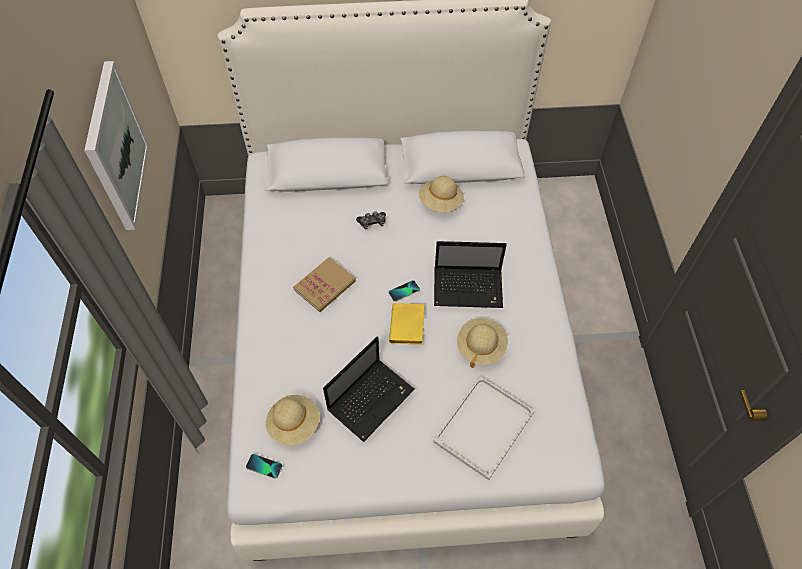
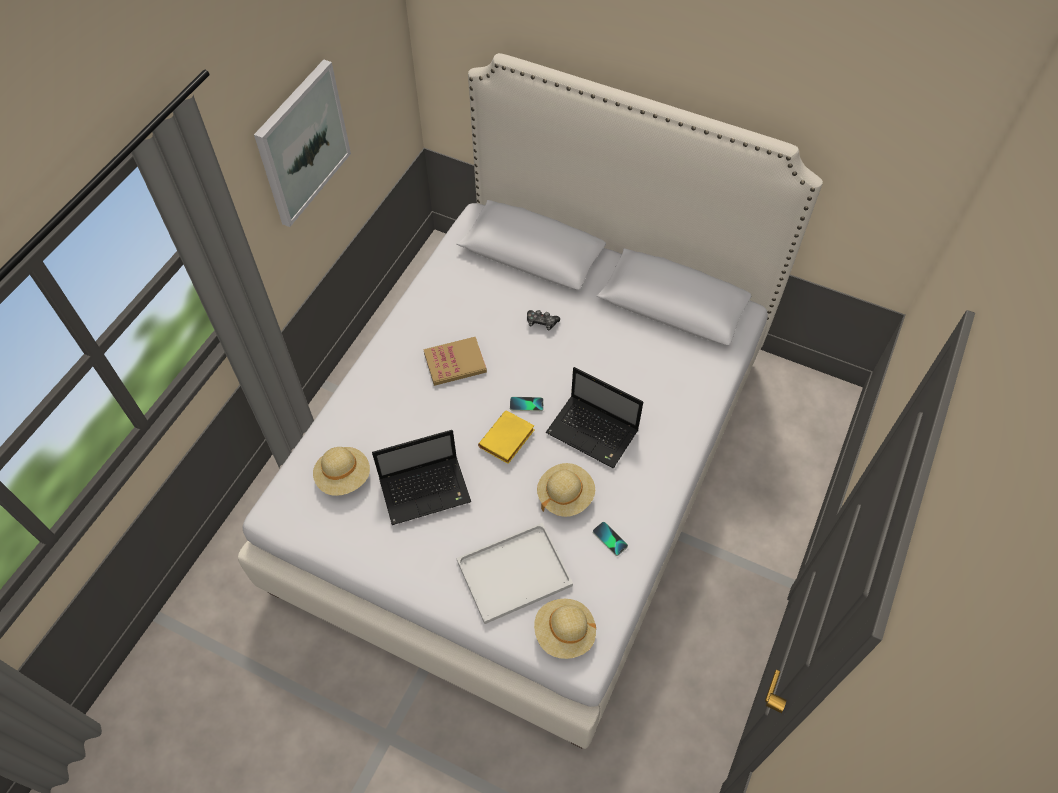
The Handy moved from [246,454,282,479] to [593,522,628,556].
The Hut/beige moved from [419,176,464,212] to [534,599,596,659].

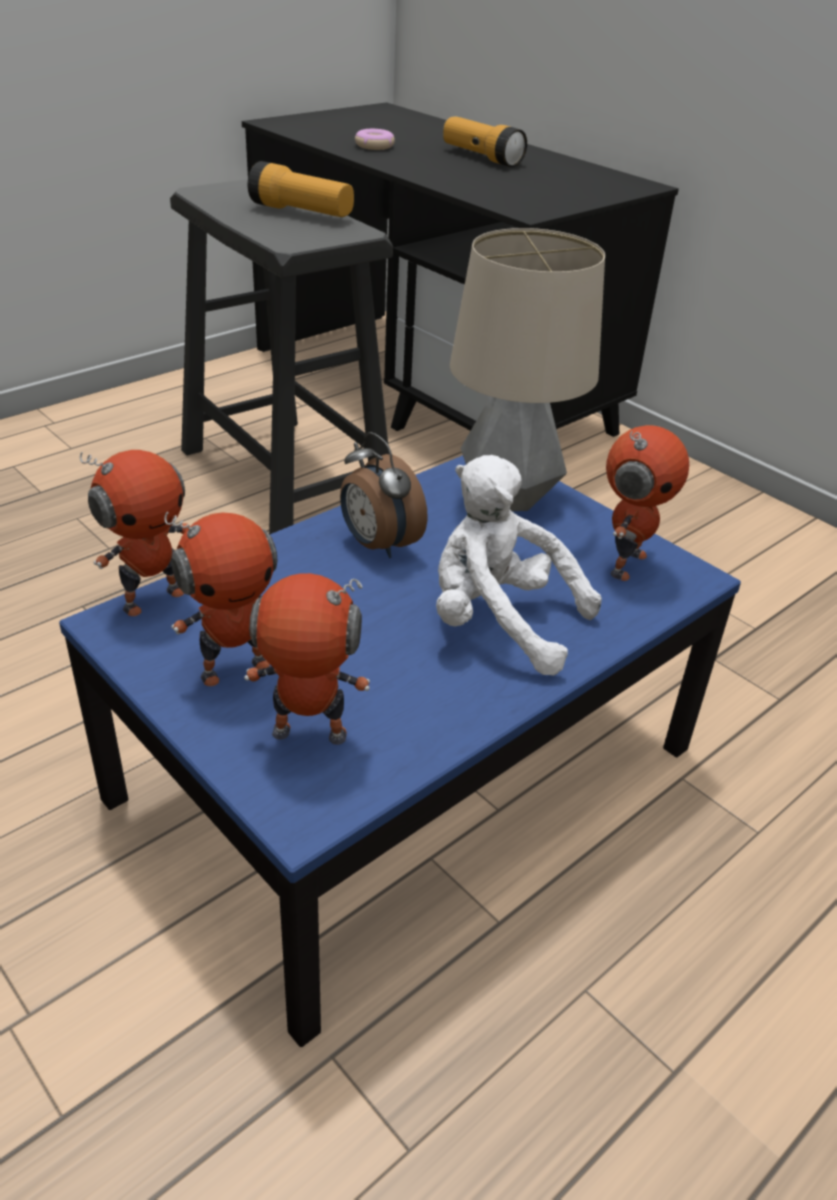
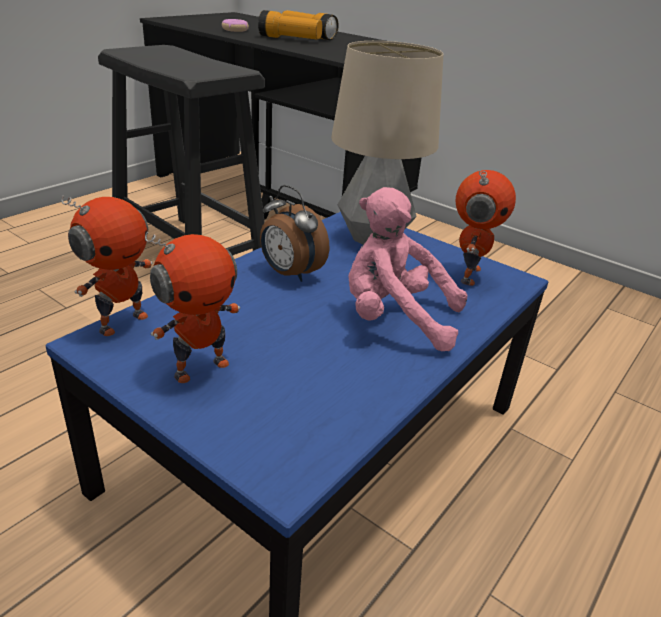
The Spielzeugroboter at [244,573,370,745] disappeared.
The Taschenlampe moved from [248,161,354,217] to [258,10,322,39].
The Plüschtier/weiß at [436,455,602,675] became the Plüschtier/rosa at [348,187,468,351].

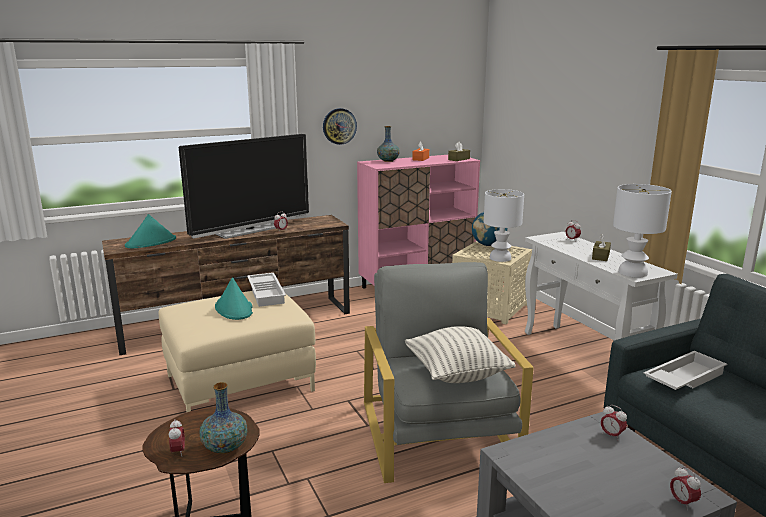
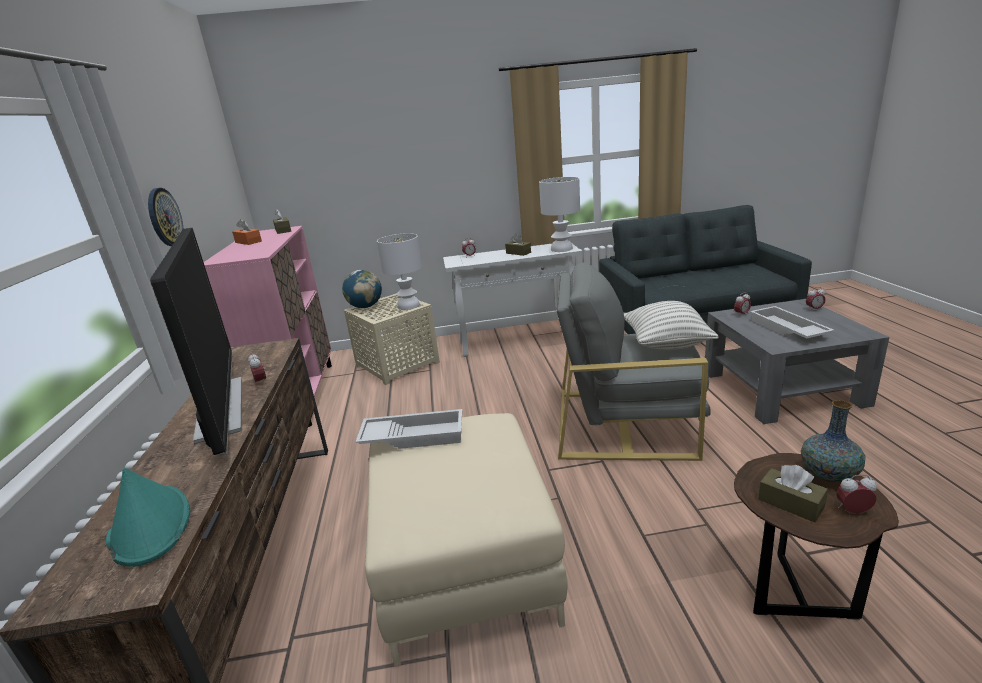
The Hut/türkis at [215,277,253,320] disappeared.
The Vase at [377,126,400,162] disappeared.
The Taschentuchbox/braun at [758,465,828,522] appeared.
The Tablett/weiß moved from [644,351,727,390] to [750,306,835,338].

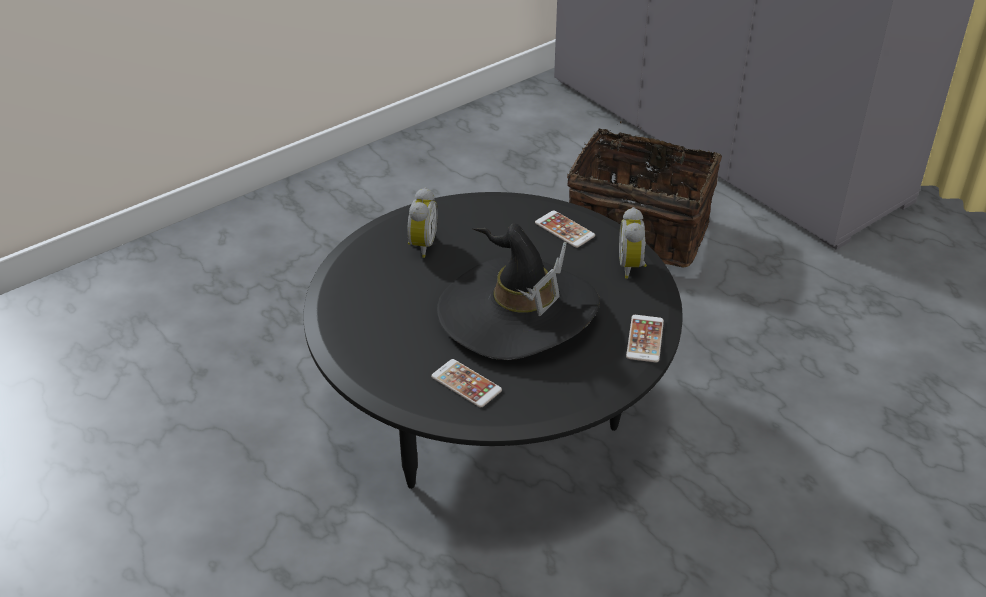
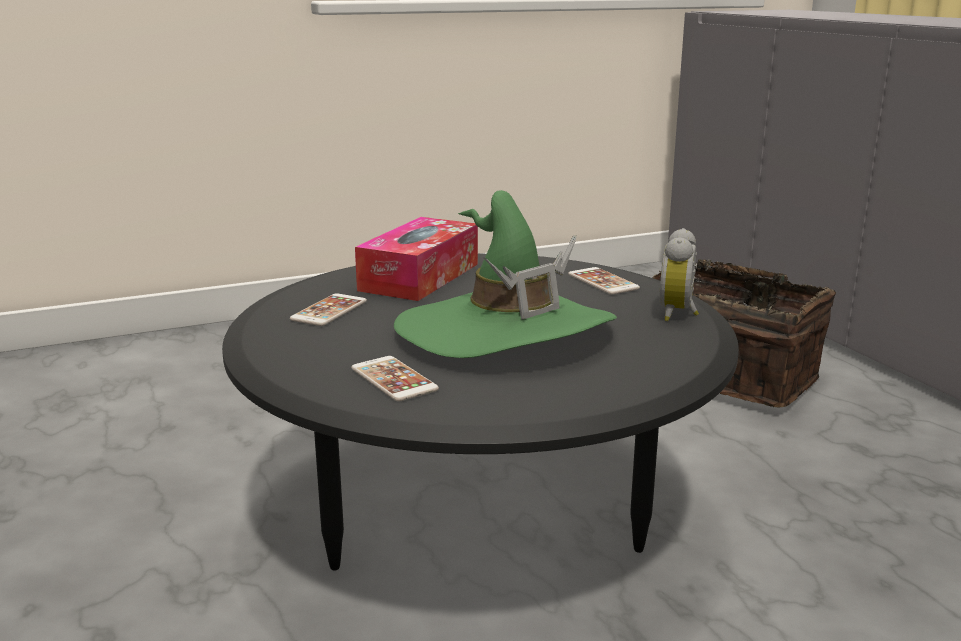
The Handy moved from [626,315,664,362] to [290,293,367,326].
The Wecker at [407,188,438,258] was replaced by the Taschentuchbox at [355,217,478,301].
The Hut/schwarz at [437,224,600,360] became the Hut/grün at [394,190,617,358].

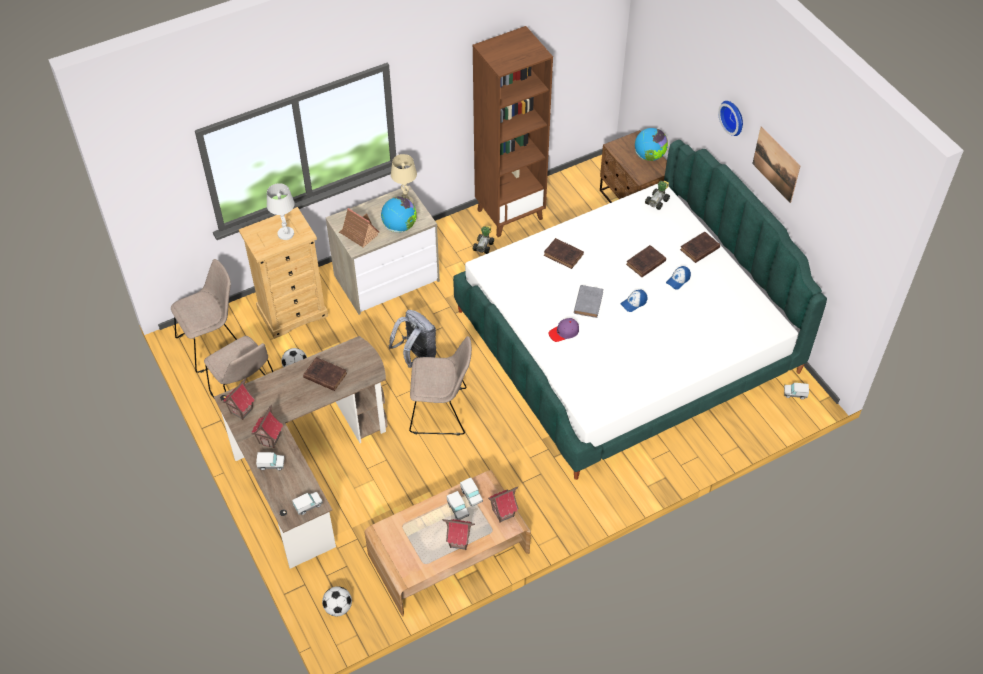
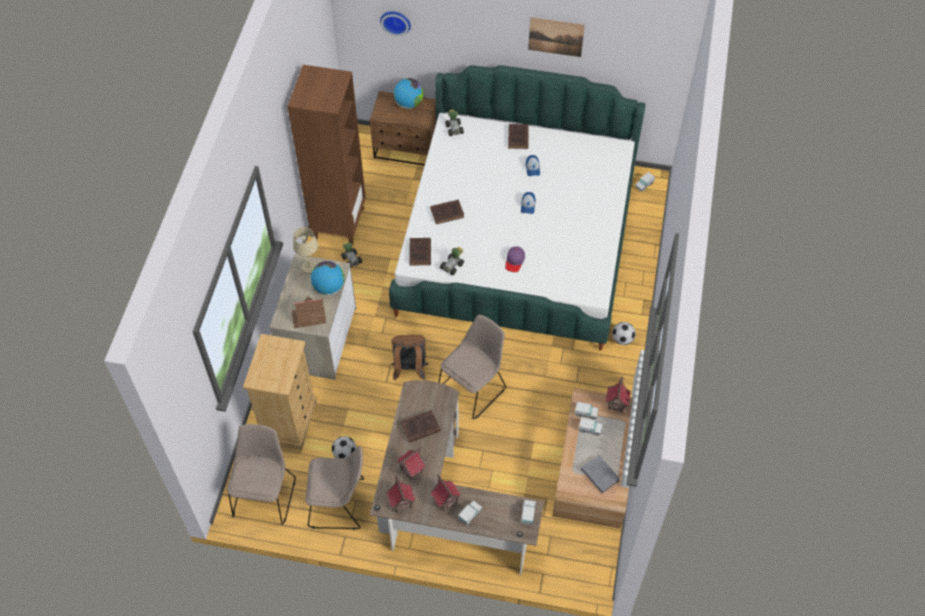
The Tischlampe/weiß at [267,183,295,240] disappeared.
The Spielzeugauto at [440,247,464,275] appeared.
The Fußball moved from [322,586,352,616] to [612,322,636,345].
The Spielzeughaus moved from [442,519,475,550] to [396,446,426,480].
The Buch/grau moved from [574,285,603,318] to [581,455,620,494].
The Buch/braun moved from [626,245,666,277] to [409,238,431,265].
The Wanduhr moved from [718,101,743,136] to [380,11,411,36].
The Rucksack/grau at [389,310,436,368] became the Rucksack/braun at [390,335,428,380].

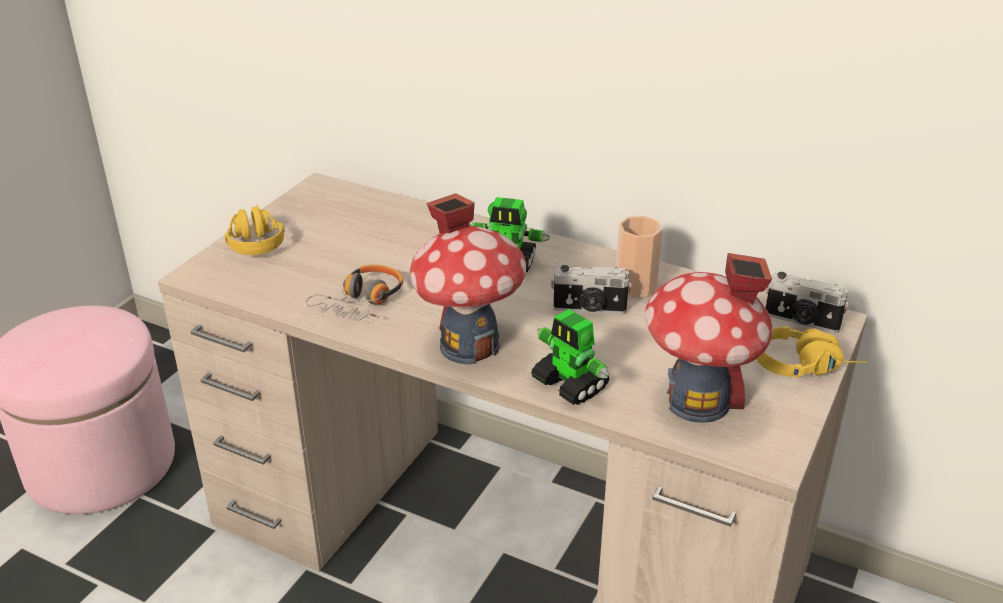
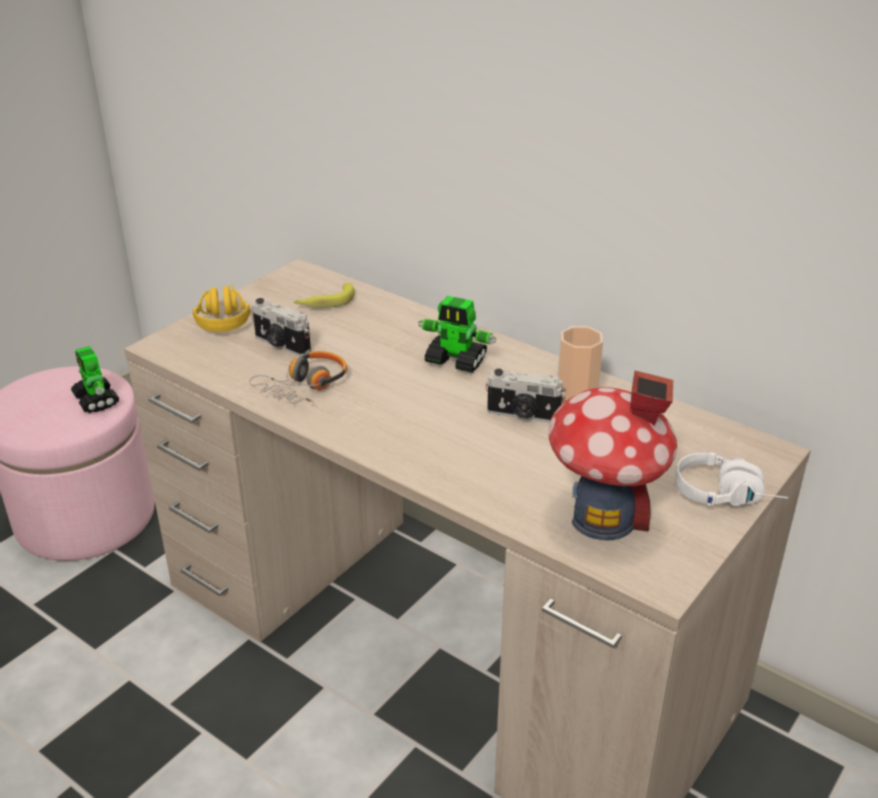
The Spielzeughaus at [410,193,526,364] disappeared.
The Banane at [294,283,355,308] appeared.
The Spielzeugroboter moved from [531,309,609,405] to [71,346,119,413].
The Kamera moved from [766,272,849,333] to [252,298,311,357].
The Kopfhörer/gelb at [757,327,867,378] became the Kopfhörer/weiß at [675,452,788,506].

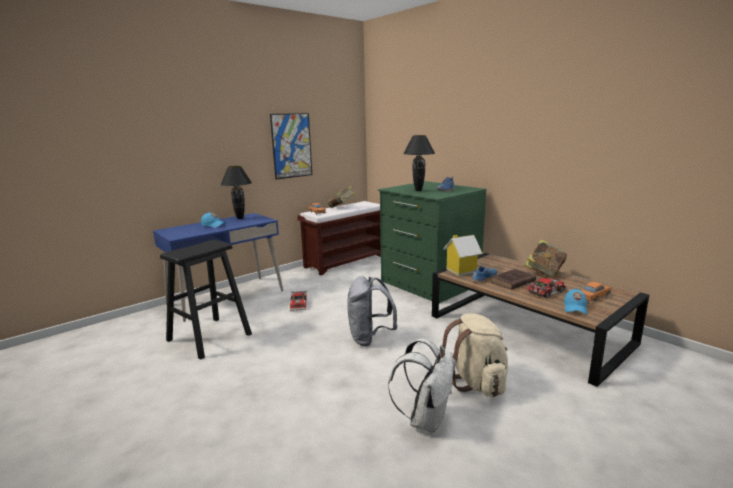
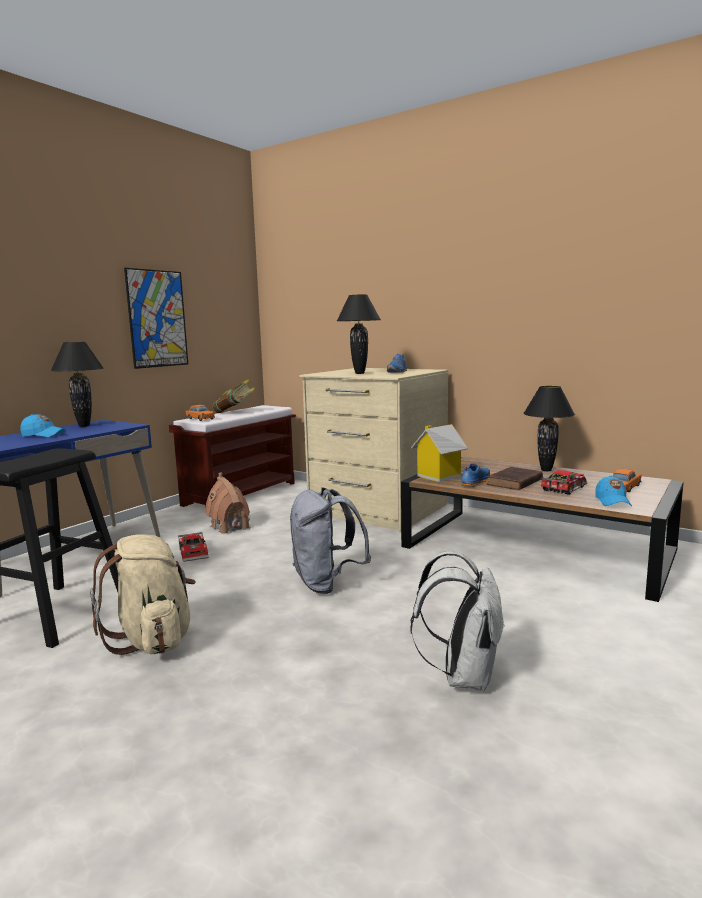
The Spielzeughaus at [205,473,251,534] appeared.
The Rucksack/beige moved from [440,314,508,397] to [90,534,196,655].
The Buch at [524,239,567,278] was replaced by the Tischlampe/schwarz at [523,386,575,471].
The Kommode/grün at [378,181,486,303] became the Kommode/beige at [299,368,448,532].

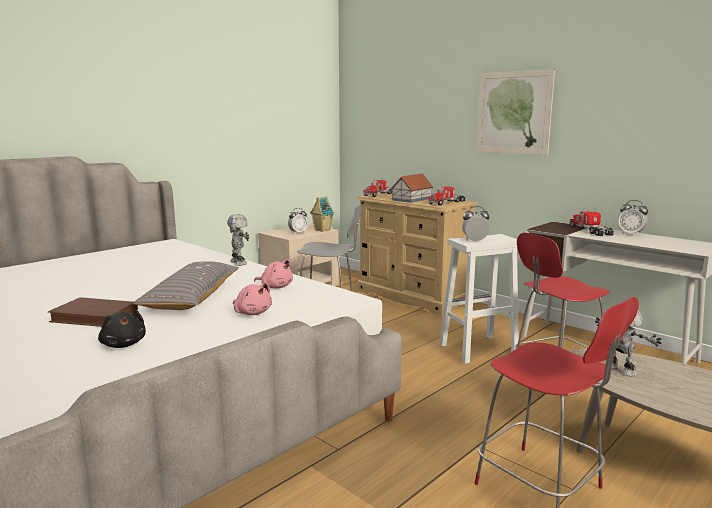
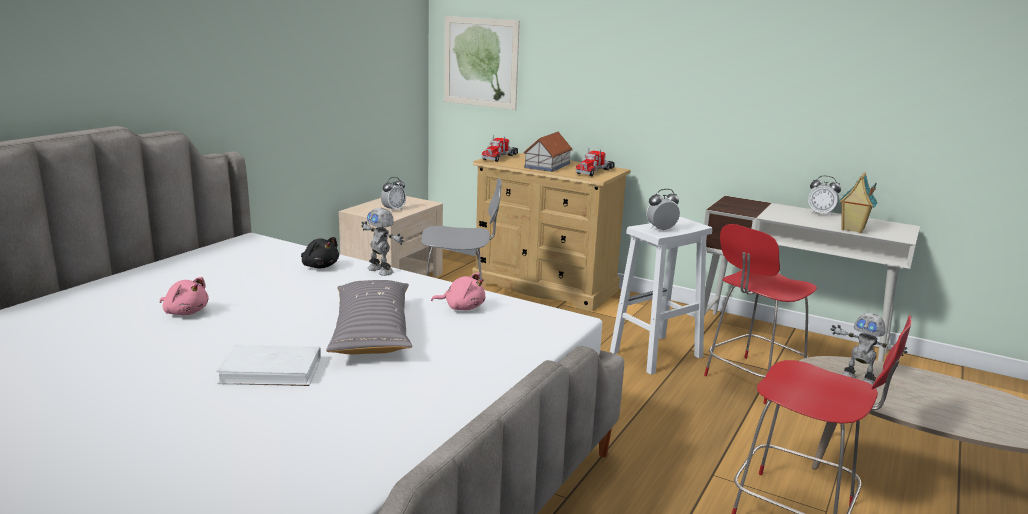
The Spielzeuglaster at [569,209,614,236] disappeared.
The Plüschtier/schwarz moved from [98,311,146,348] to [301,237,339,268].
The Plüschtier/rosa moved from [233,282,272,315] to [160,277,209,315].
The Spielzeughaus moved from [310,196,335,232] to [839,172,877,233].
The Bild moved from [476,69,555,155] to [444,16,520,110].
The Buch/braun at [48,297,138,327] became the Buch/weiß at [216,344,321,386].

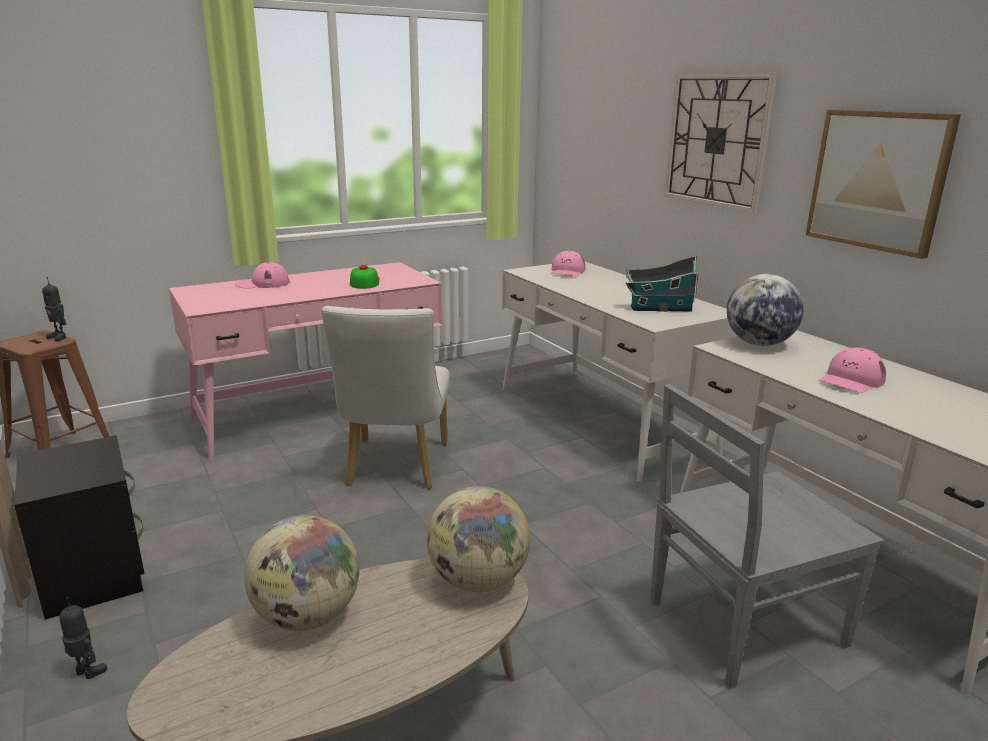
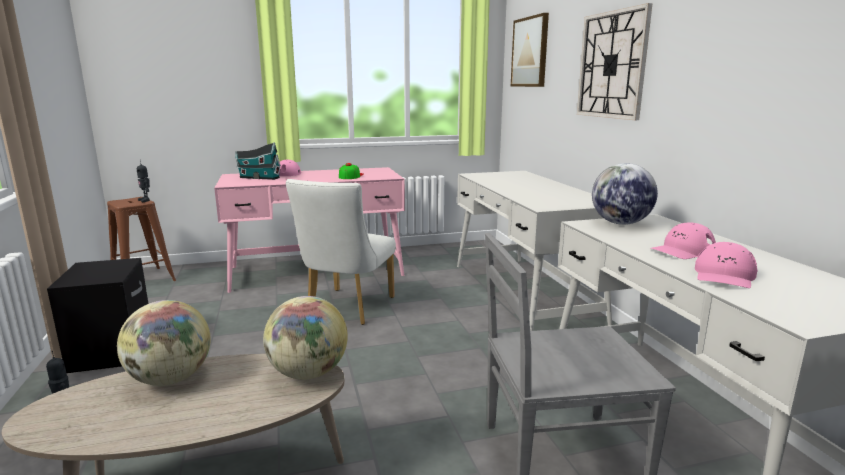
The Kappe/rosa moved from [551,251,586,276] to [695,242,758,288].
The Spielzeughaus moved from [626,256,699,312] to [235,143,281,180].
The Bild moved from [806,110,961,259] to [511,13,549,87].

